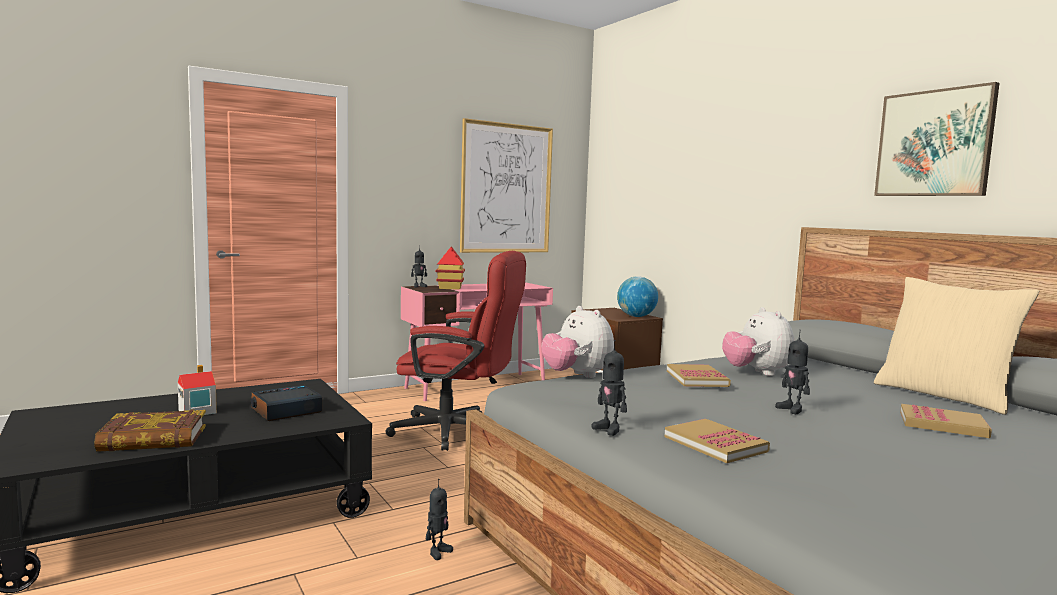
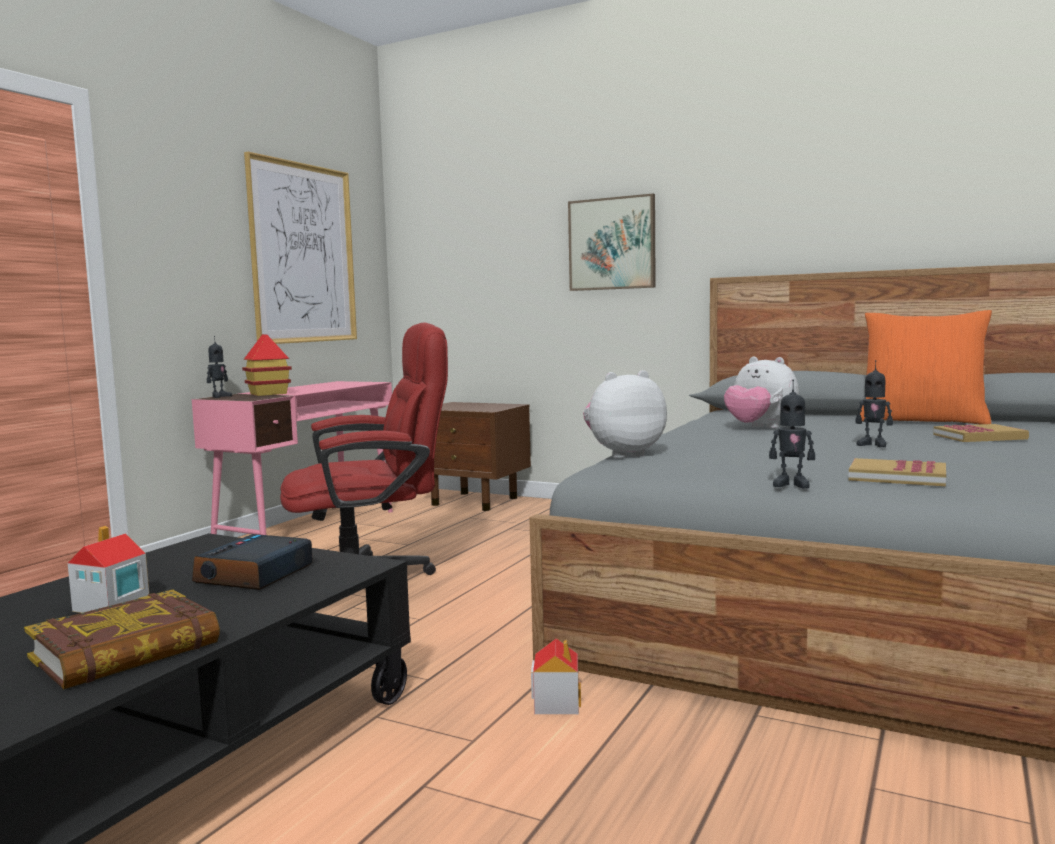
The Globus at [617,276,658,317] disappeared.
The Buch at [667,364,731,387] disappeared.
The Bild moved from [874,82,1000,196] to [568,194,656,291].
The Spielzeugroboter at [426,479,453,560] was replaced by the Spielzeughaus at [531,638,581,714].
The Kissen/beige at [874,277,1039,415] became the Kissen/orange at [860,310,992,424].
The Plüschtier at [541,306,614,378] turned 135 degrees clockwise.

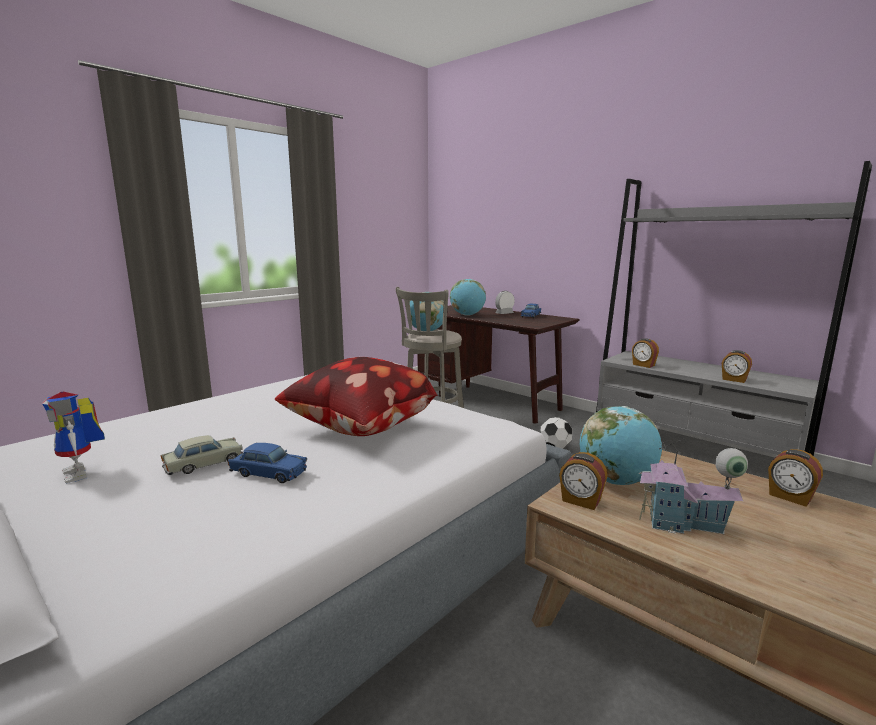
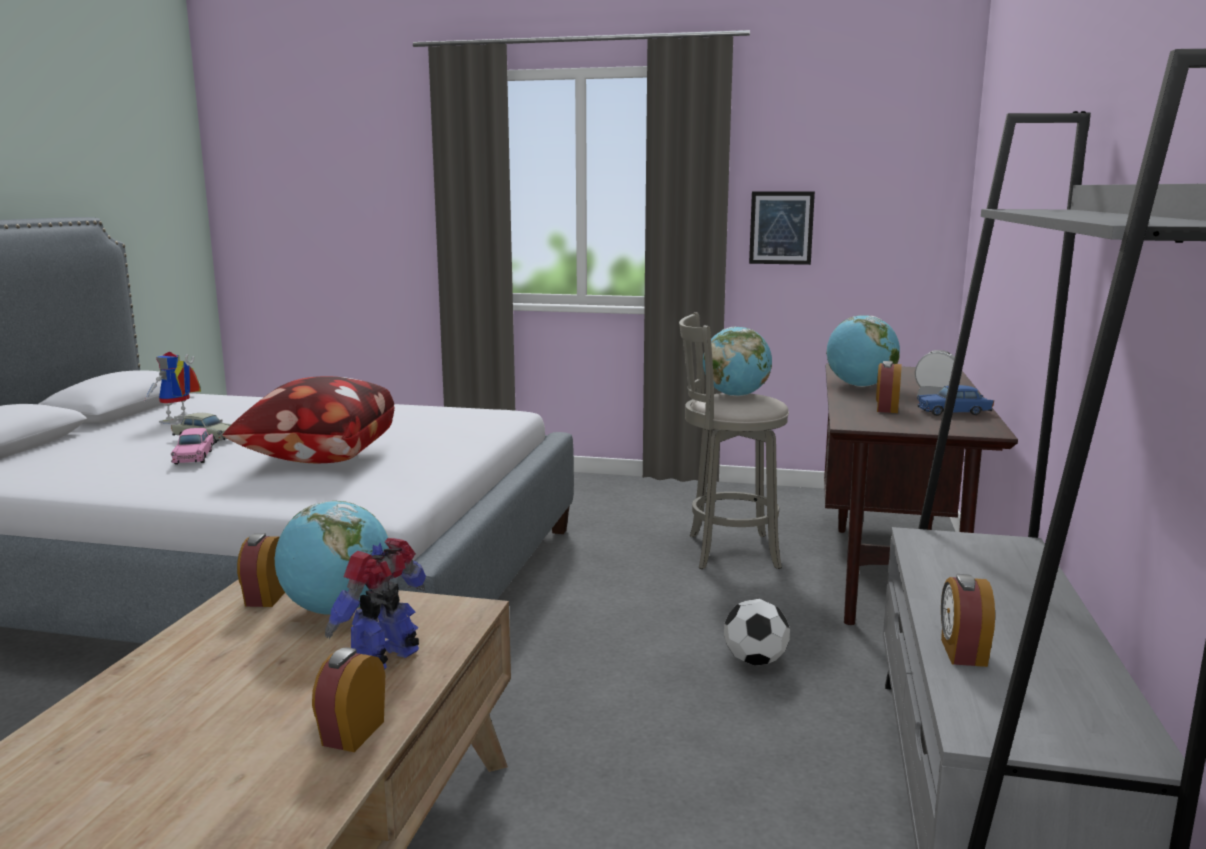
The Spielzeughaus at [639,439,748,534] disappeared.
The Spielzeugroboter at [325,538,426,670] appeared.
The Bild at [749,192,815,265] appeared.
The Wecker moved from [632,338,659,368] to [876,361,902,413].
The Spielzeugauto/blau at [228,443,307,483] became the Spielzeugauto/rosa at [171,428,214,465].

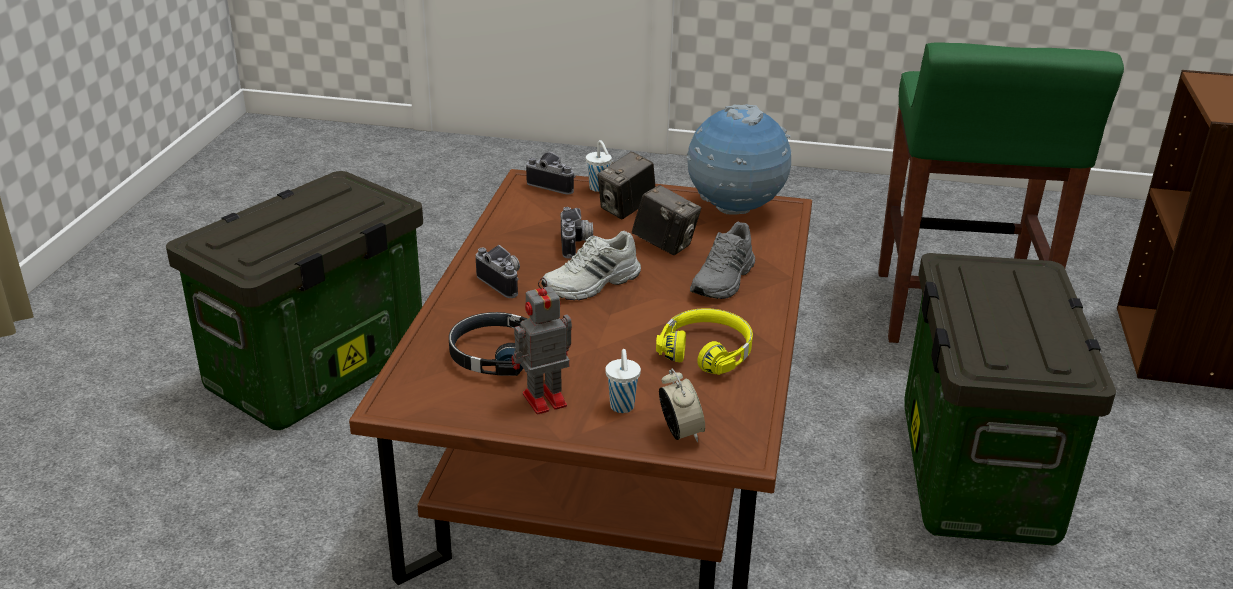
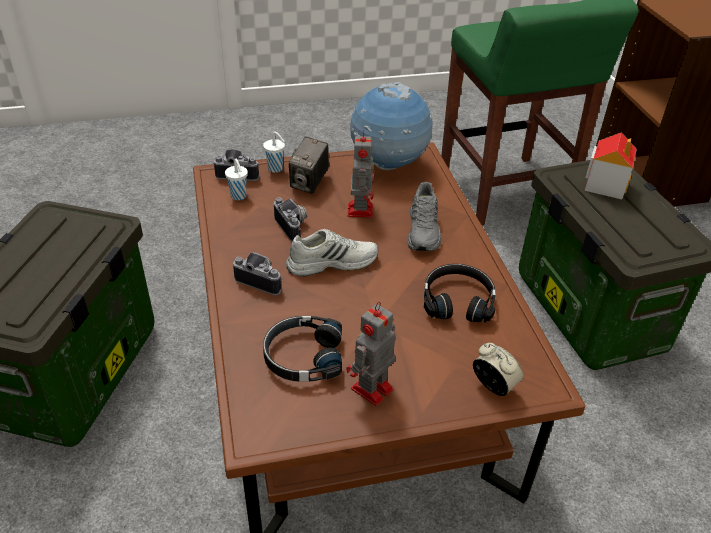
The Spielzeughaus at [584,132,637,199] appeared.
The Tasse/weiß moved from [605,349,641,413] to [225,159,248,200].
The Kamera at [632,185,701,255] was replaced by the Spielzeugroboter at [347,129,374,218].
The Kopfhörer/gelb at [656,308,753,375] became the Kopfhörer/schwarz at [424,264,496,323].
The Schuh/weiß at [541,231,641,300] turned 135 degrees counterclockwise.

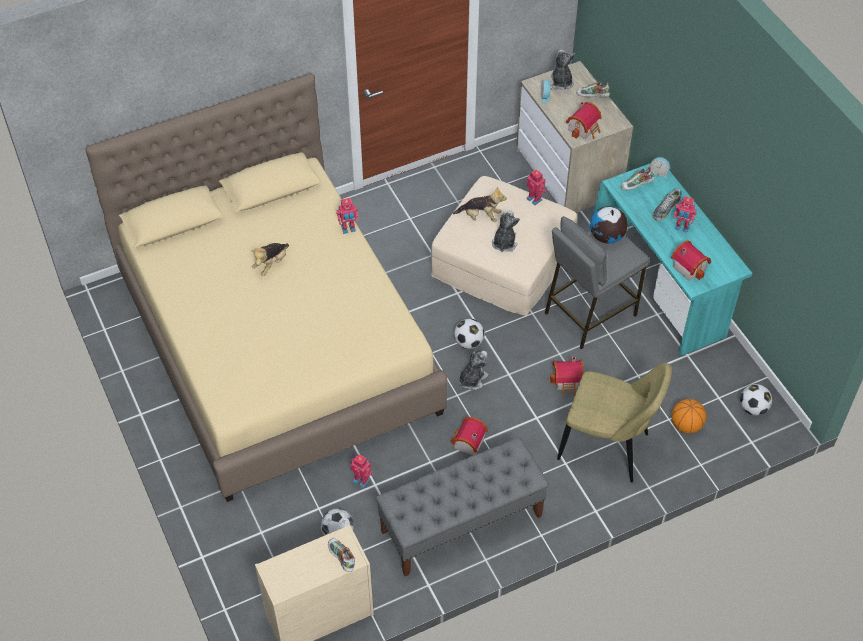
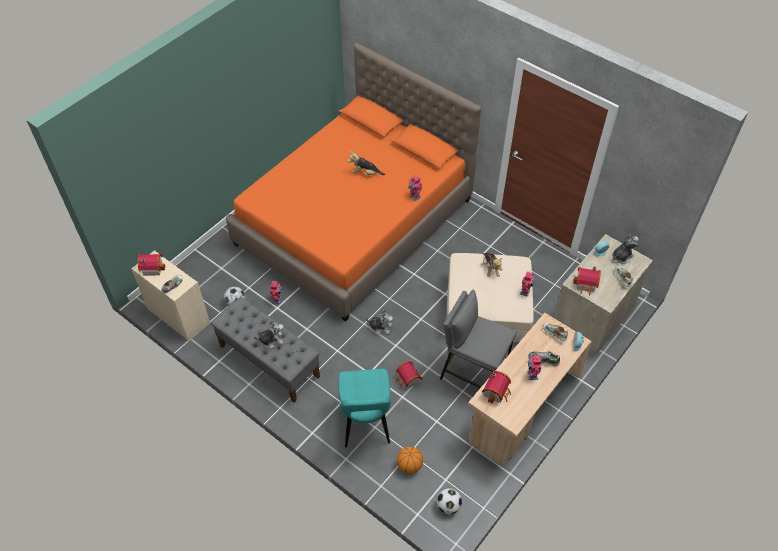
The Fußball at [454,319,484,349] disappeared.
The Globus at [590,206,628,244] disappeared.
The Spielzeughaus moved from [450,417,488,456] to [138,253,166,276].
The Plüschtier moved from [492,210,520,252] to [254,320,284,348].
The Bett/beige at [85,73,447,502] became the Bett/orange at [226,43,481,322].
The Stuhl/beige at [557,363,672,483] became the Stuhl/türkis at [338,369,391,447].
The Schreibtisch/türkis at [589,163,752,356] became the Schreibtisch/beige at [468,313,592,467].

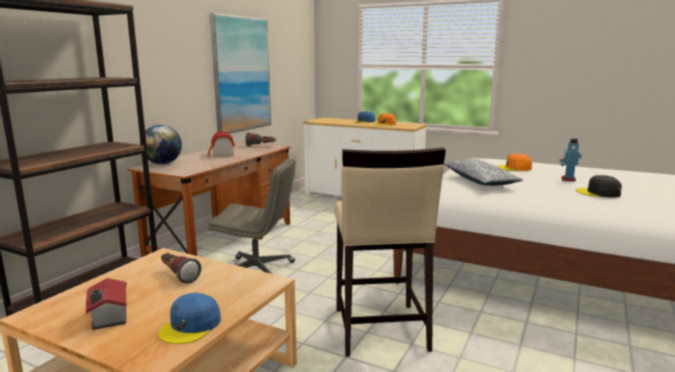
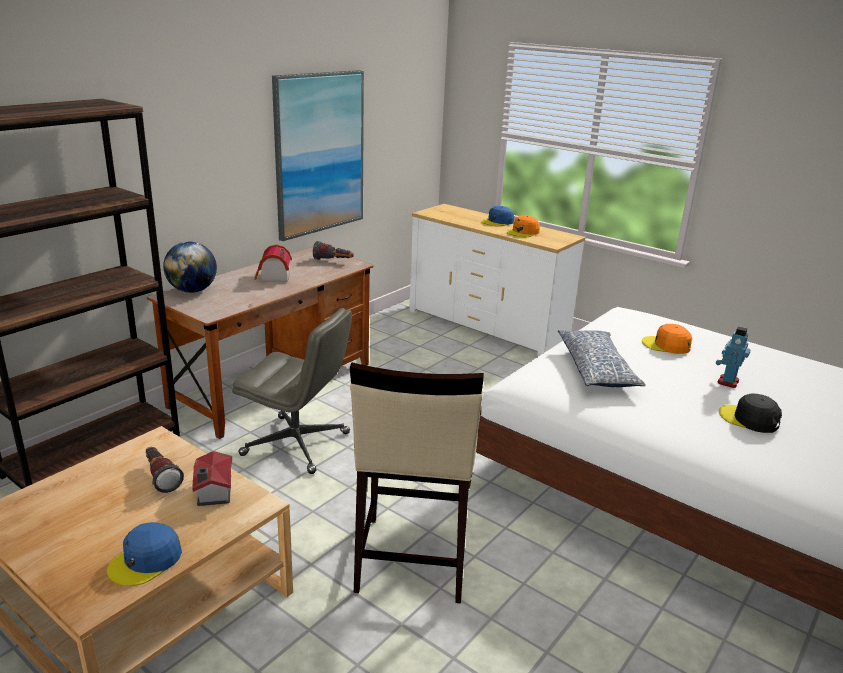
The Spielzeughaus moved from [86,278,127,330] to [192,451,232,506].

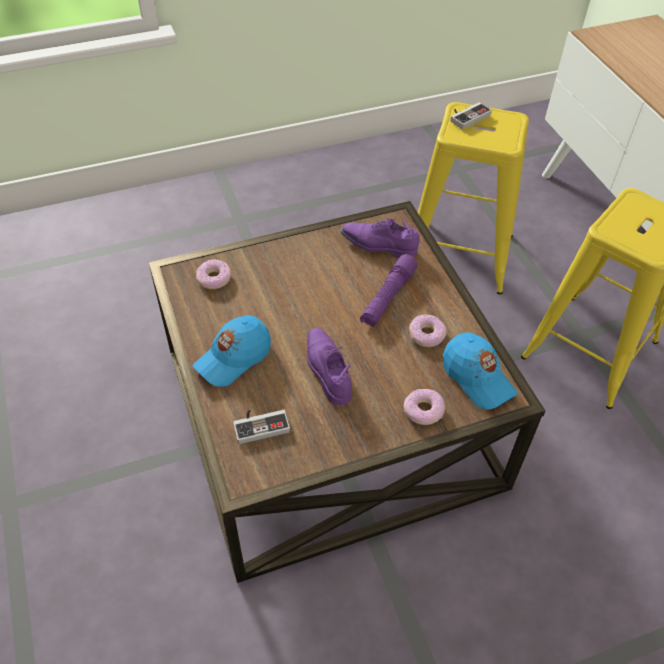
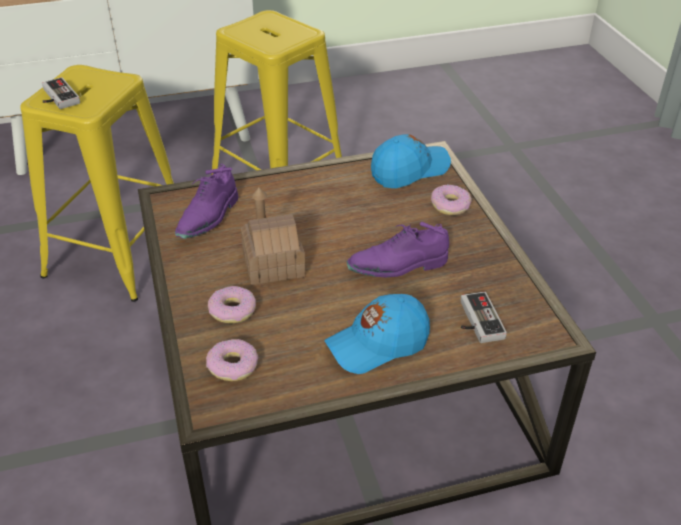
The Taschenlampe/lila at [360,254,418,327] disappeared.
The Spielzeughaus at [241,188,305,286] appeared.
The Donut moved from [409,314,447,347] to [208,286,256,323].
The Kappe/blau at [193,315,271,387] turned 105 degrees clockwise.

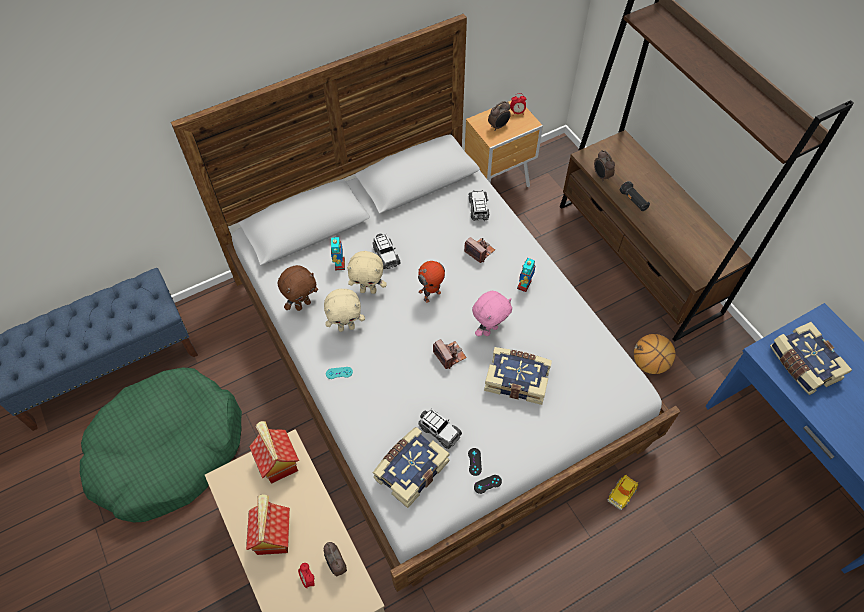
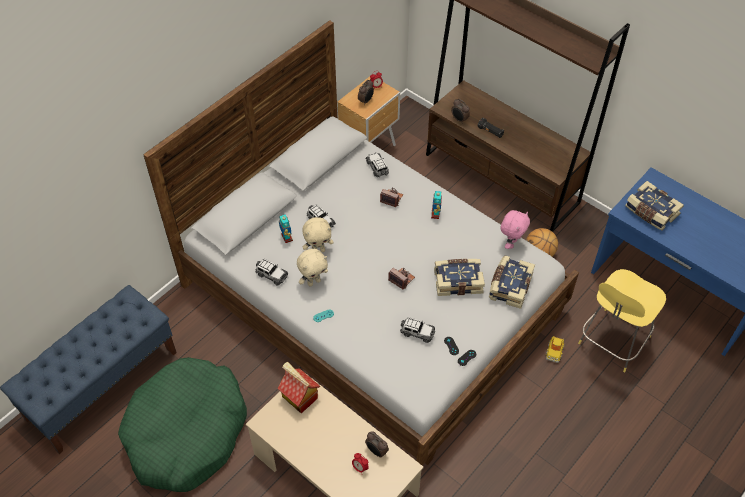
The Spielzeughaus at [246,494,290,555] disappeared.
The Spielzeugroboter at [418,261,445,303] disappeared.
The Hocker/gelb at [578,269,666,372] appeared.
The Buch moved from [373,427,450,508] to [489,256,535,309].
The Plüschtier/rosa moved from [472,291,512,337] to [500,210,530,249].
The Plüschtier/braun at [278,265,318,311] was replaced by the Spielzeugauto at [255,258,288,286].

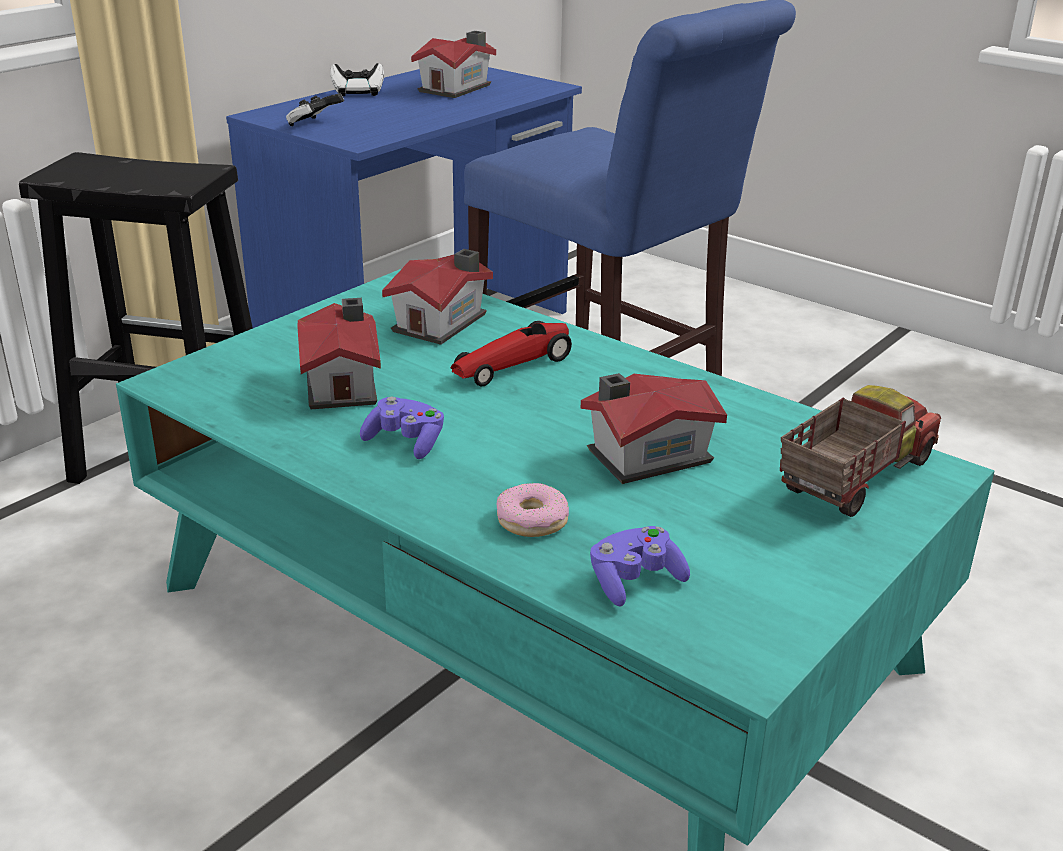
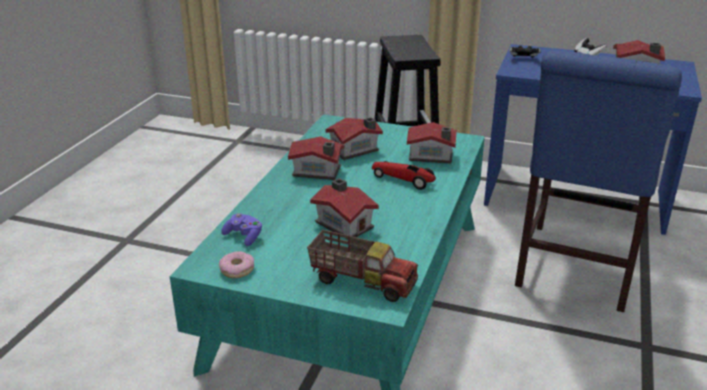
The Donut moved from [497,483,569,537] to [219,251,254,278].
The Gamepad/lila at [360,396,444,459] was replaced by the Spielzeughaus at [288,136,344,180].

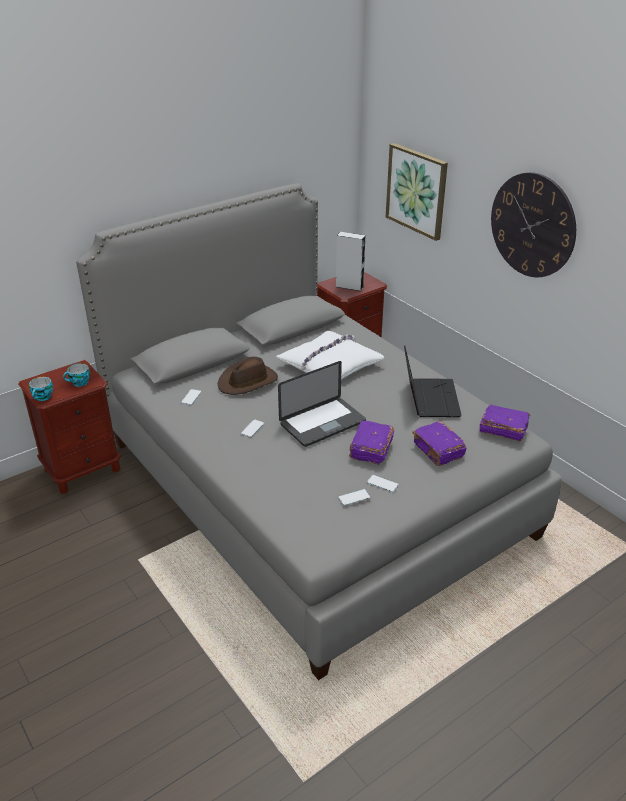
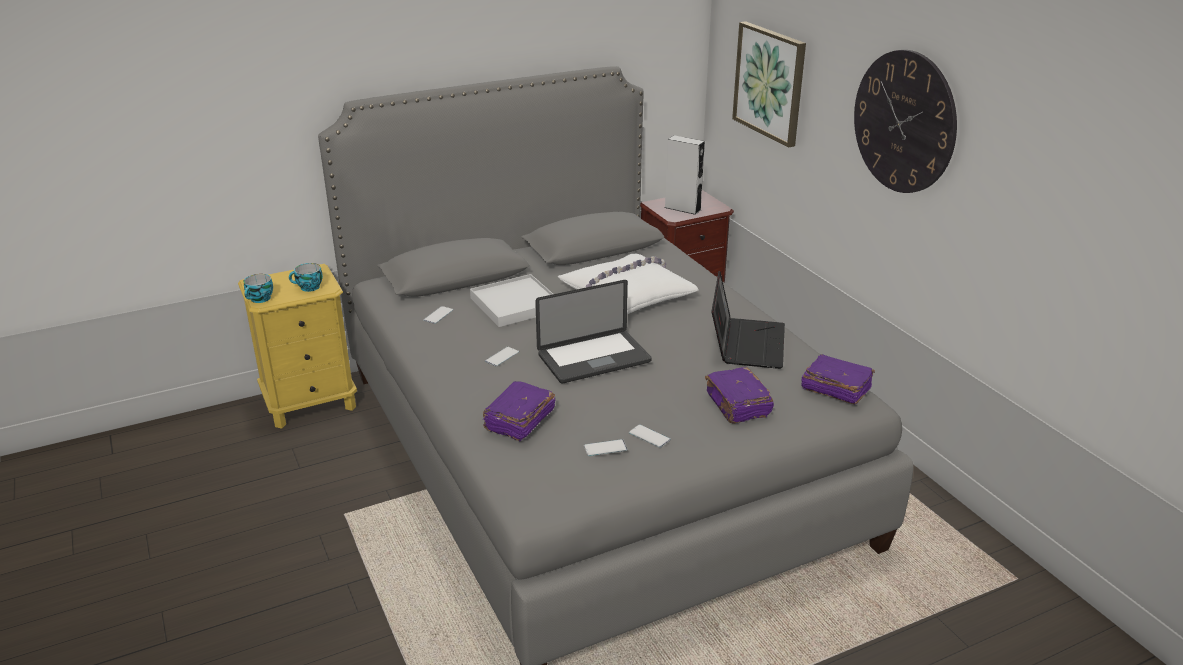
The Buch/lila moved from [349,421,394,465] to [483,381,555,441].
The Hut/braun at [218,357,278,395] was replaced by the Tablett/weiß at [470,274,553,327].
The Nachttisch/braun at [18,360,121,494] became the Nachttisch/gelb at [238,264,357,429].

